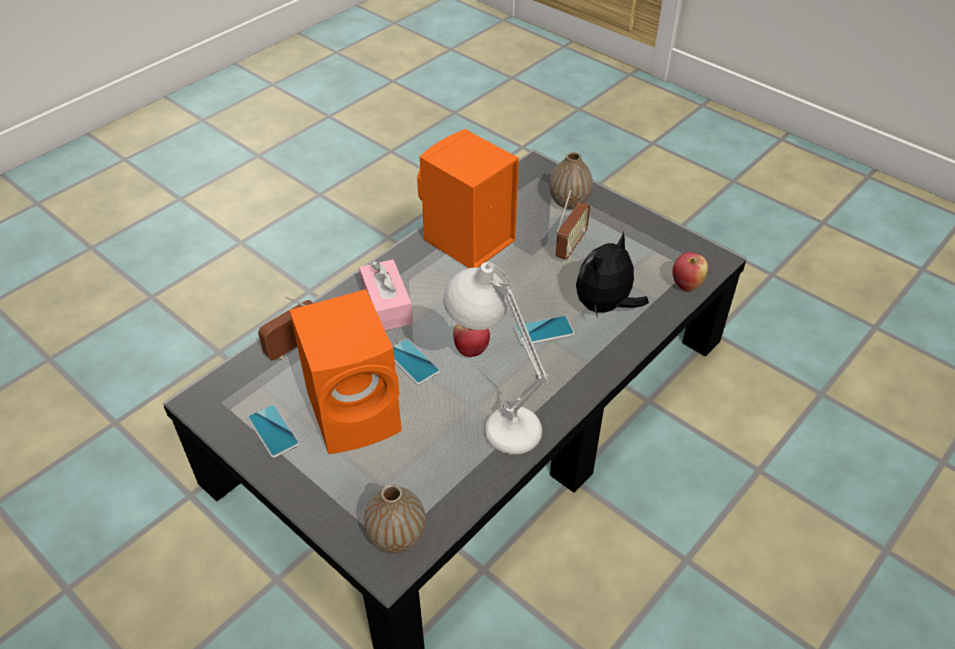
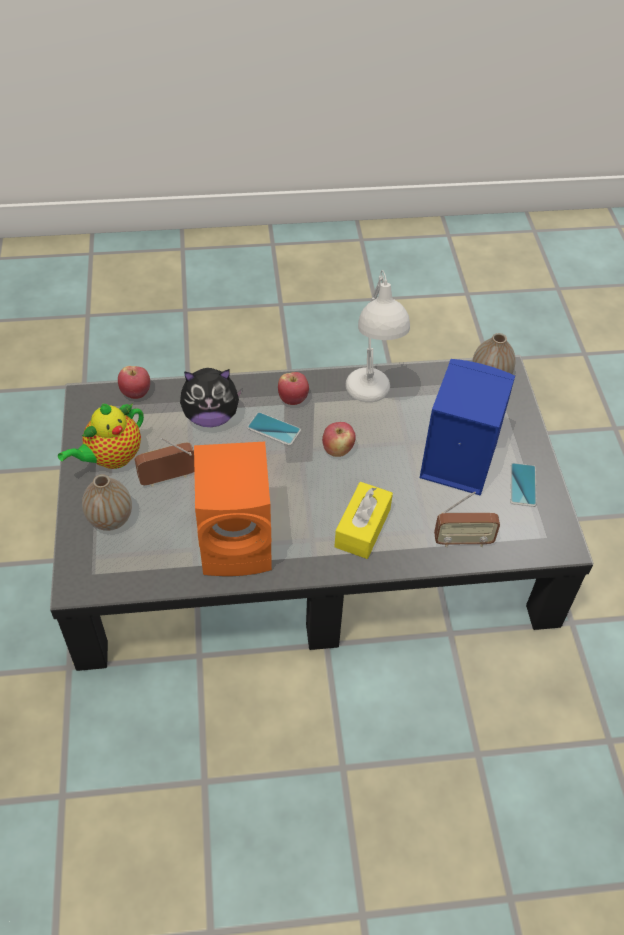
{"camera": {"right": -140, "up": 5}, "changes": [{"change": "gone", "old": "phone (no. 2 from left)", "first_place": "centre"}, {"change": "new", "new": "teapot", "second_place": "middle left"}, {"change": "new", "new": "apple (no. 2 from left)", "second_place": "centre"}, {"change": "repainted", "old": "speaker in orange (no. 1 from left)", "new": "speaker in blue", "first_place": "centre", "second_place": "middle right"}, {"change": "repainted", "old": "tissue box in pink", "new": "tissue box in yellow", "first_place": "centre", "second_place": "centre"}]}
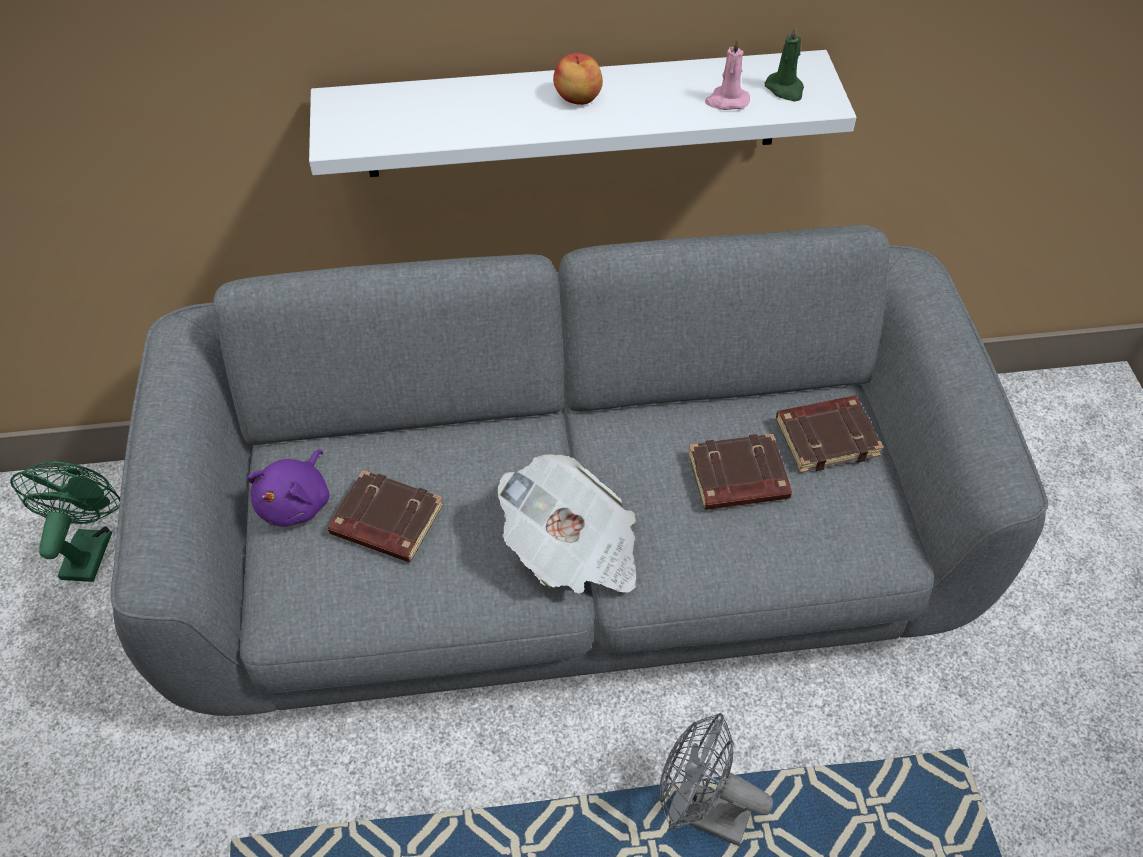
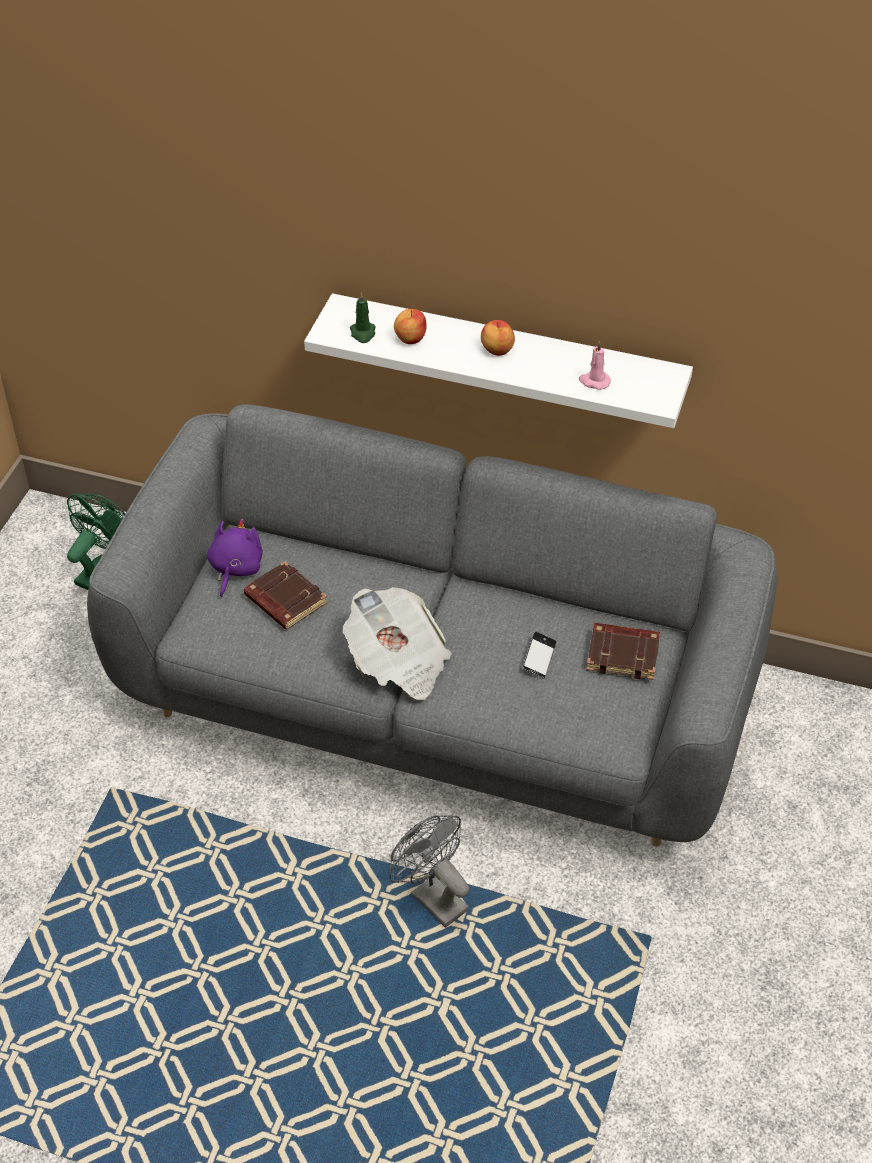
{"camera": {"right": 25, "up": -5}, "changes": [{"change": "new", "new": "apple (no. 1 from left)", "second_place": "top centre"}, {"change": "shifted", "old": "candle in green", "first_place": "top right", "second_place": "top centre"}, {"change": "swapped", "old": "book in brown (no. 2 from left)", "new": "phone", "first_place": "centre", "second_place": "centre"}, {"change": "rotated", "old": "plush toy in purple", "first_place": "middle left", "second_place": "middle left", "degrees": 150}]}
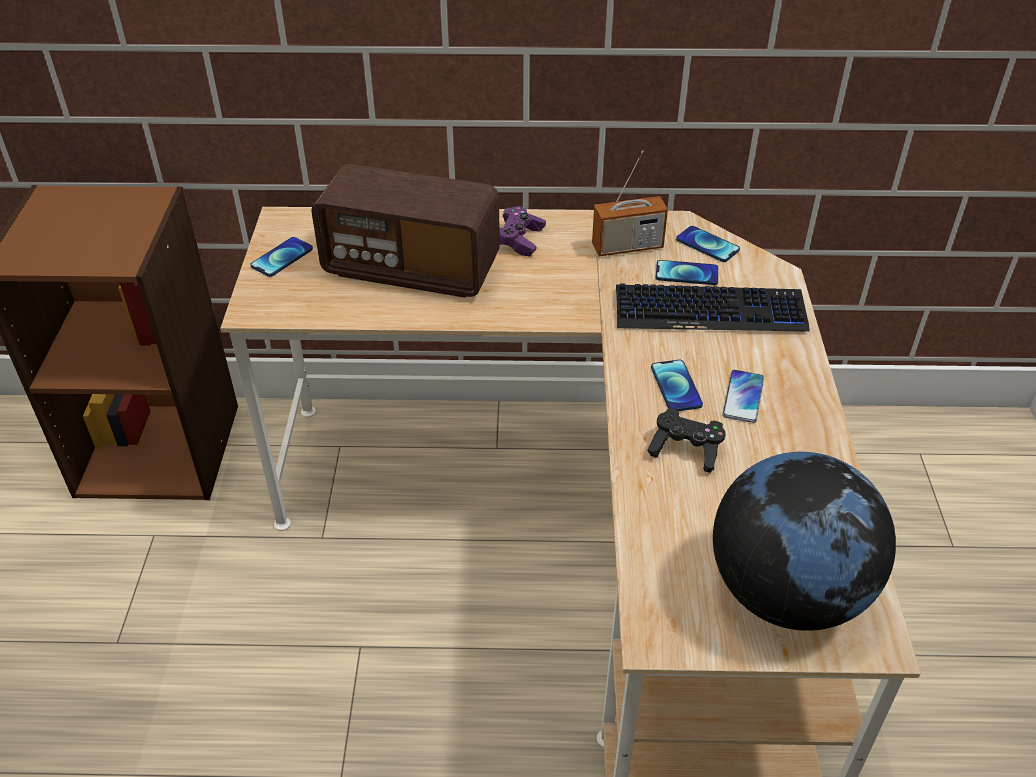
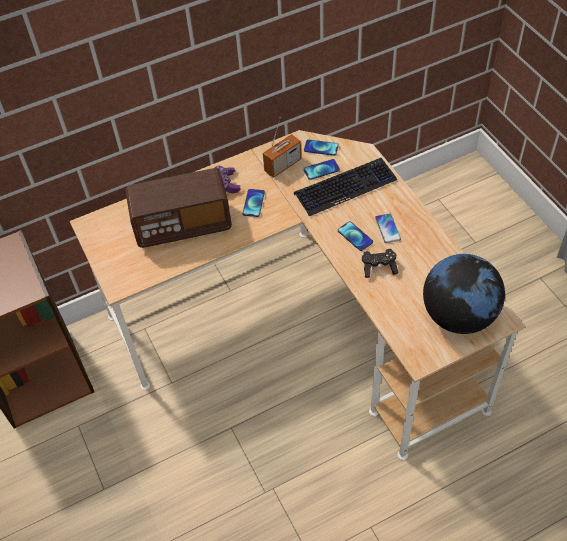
{"camera": {"right": -25, "up": 10}, "changes": [{"change": "shifted", "old": "phone (no. 1 from left)", "first_place": "top left", "second_place": "centre"}]}
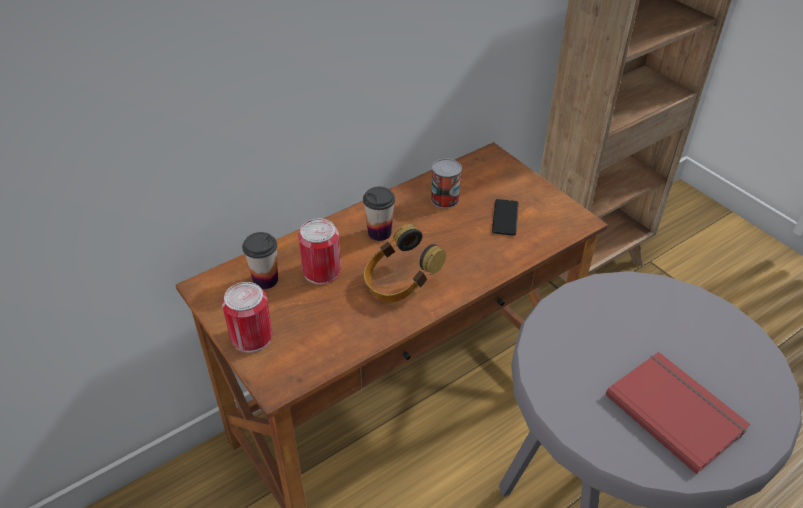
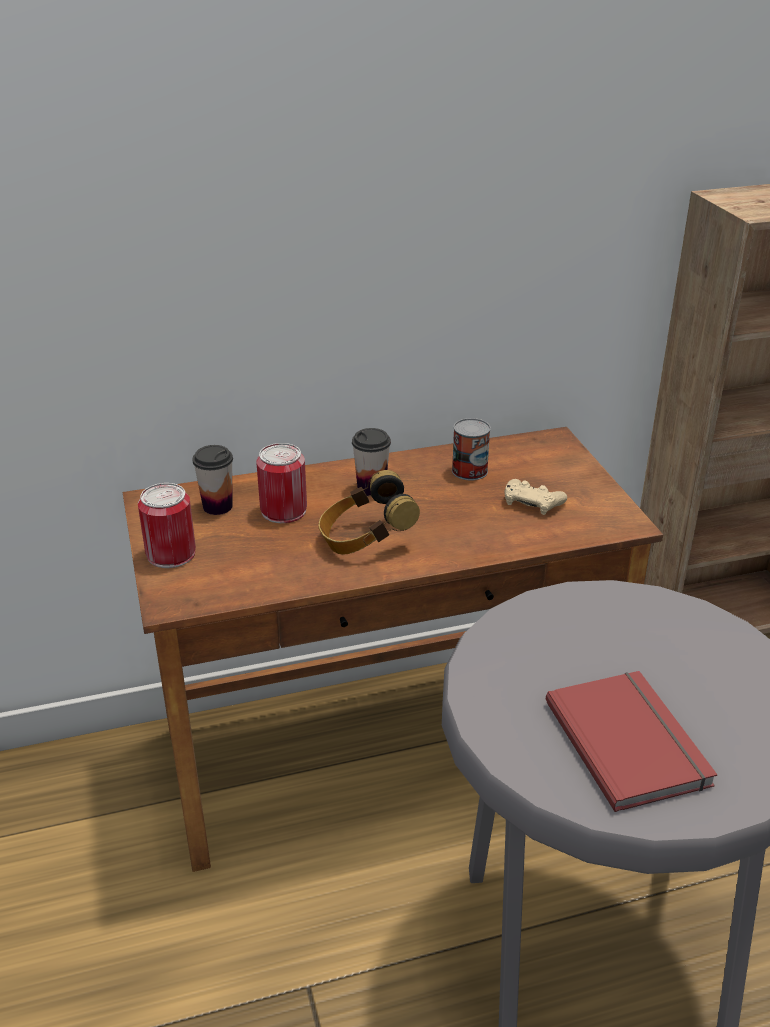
{"camera": {"right": 20, "up": -10}, "changes": [{"change": "swapped", "old": "phone", "new": "game controller in beige", "first_place": "centre", "second_place": "middle right"}]}
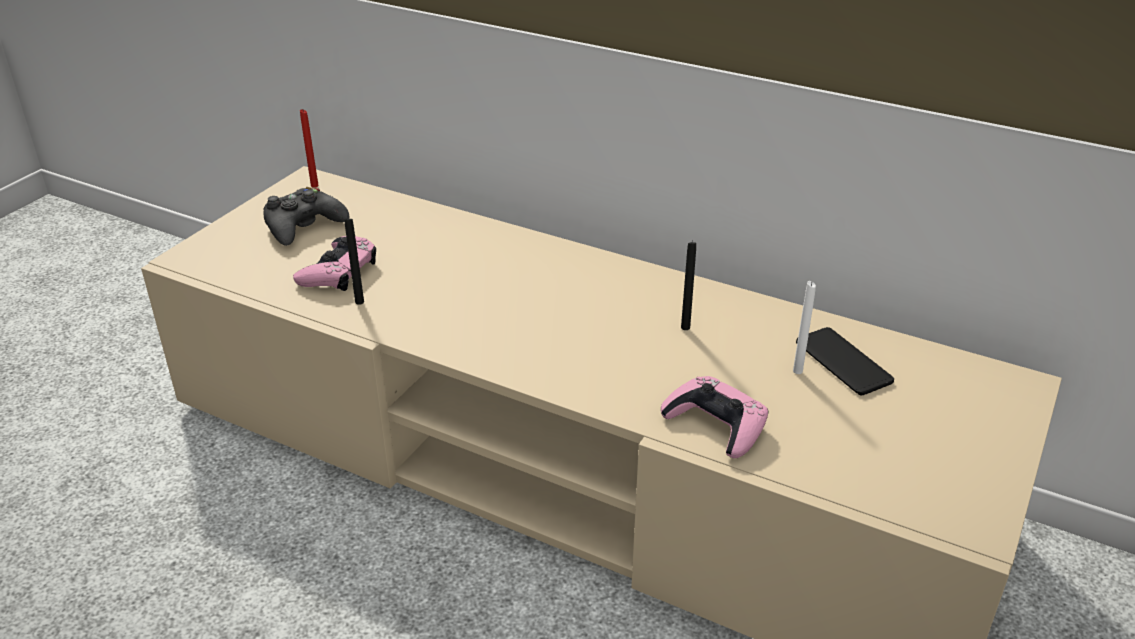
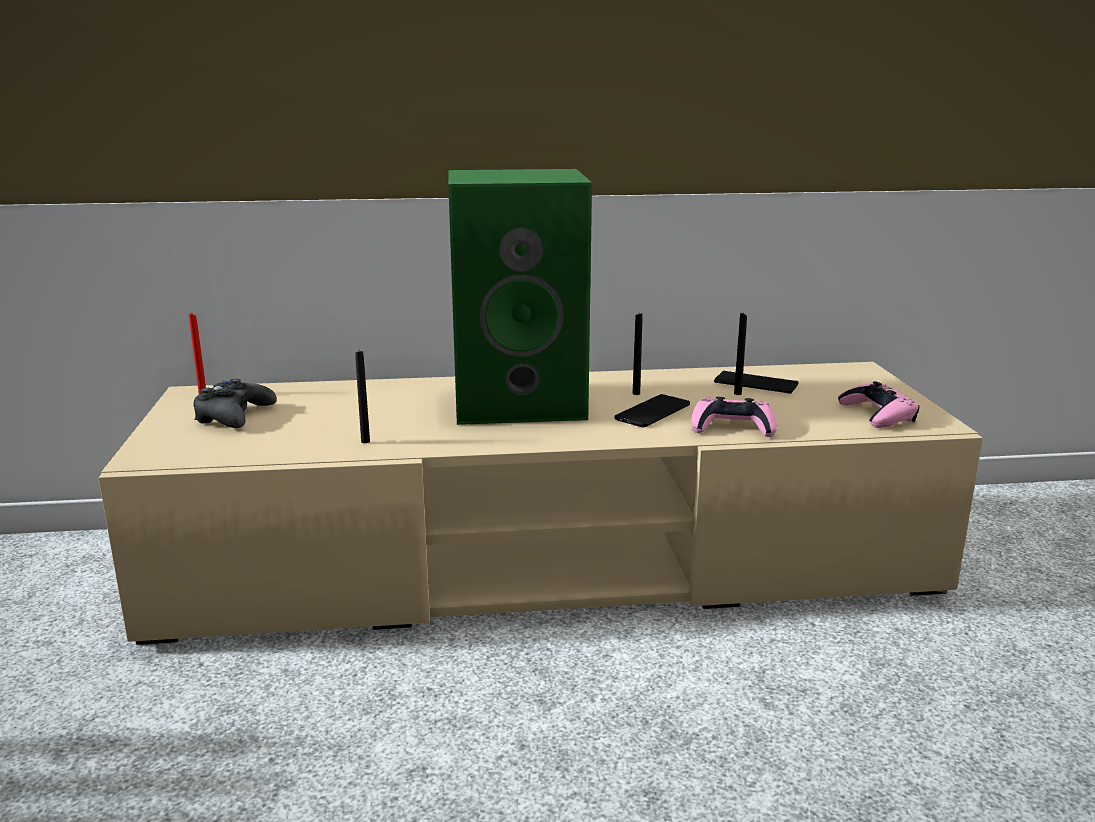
{"camera": {"right": -35, "up": -15}, "changes": [{"change": "new", "new": "speaker in green", "second_place": "centre"}, {"change": "new", "new": "phone (no. 1 from left)", "second_place": "centre"}, {"change": "shifted", "old": "game controller in pink (no. 1 from left in the first image)", "new": "game controller in pink (no. 2 from left)", "first_place": "middle left", "second_place": "middle right"}, {"change": "repainted", "old": "candle in white", "new": "candle in black (no. 3 from left)", "first_place": "middle right", "second_place": "middle right"}]}
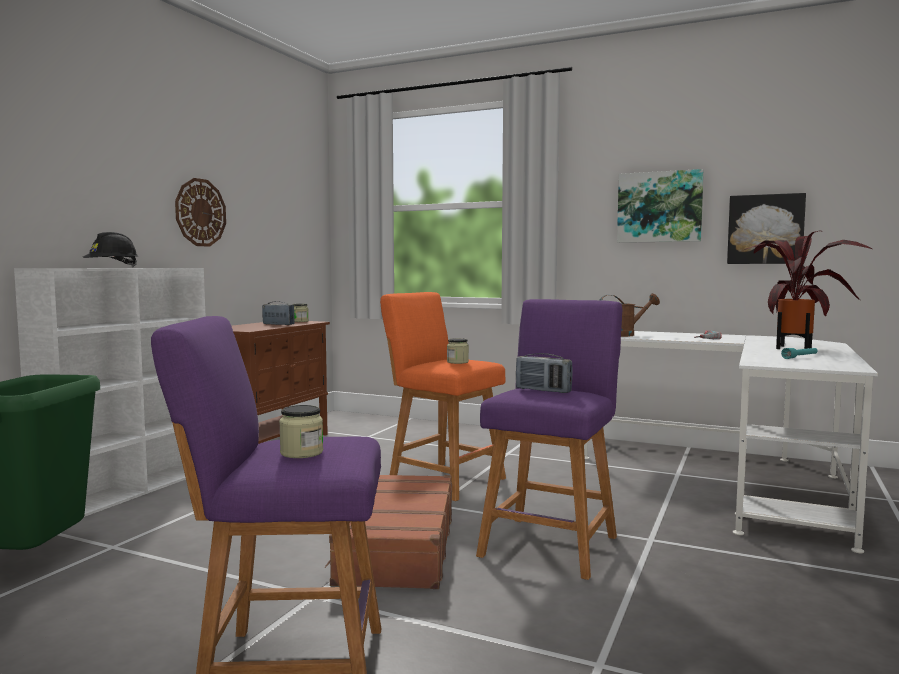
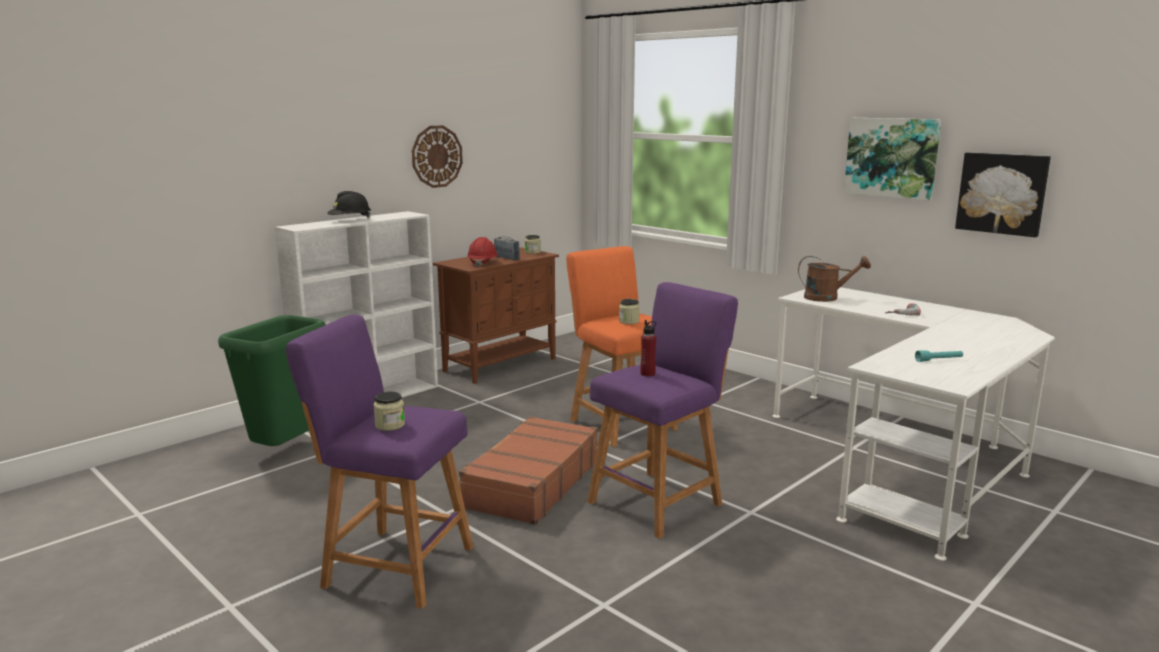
{"camera": {"right": 20, "up": 10}, "changes": [{"change": "gone", "old": "potted plant", "first_place": "middle right"}, {"change": "new", "new": "hard hat in red", "second_place": "centre"}, {"change": "swapped", "old": "radio (no. 2 from left)", "new": "bottle in red", "first_place": "centre", "second_place": "centre"}]}
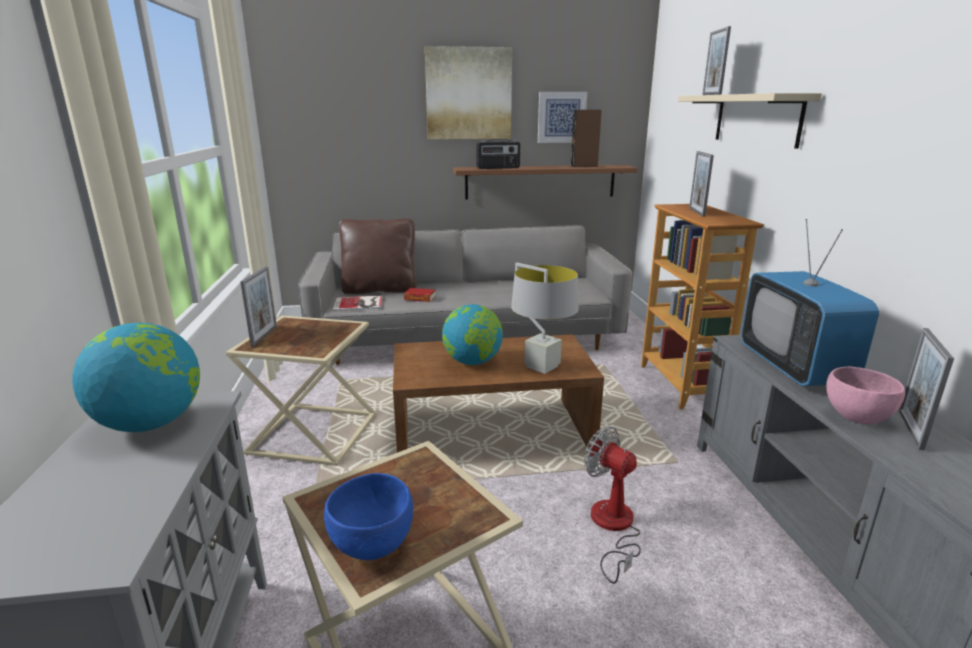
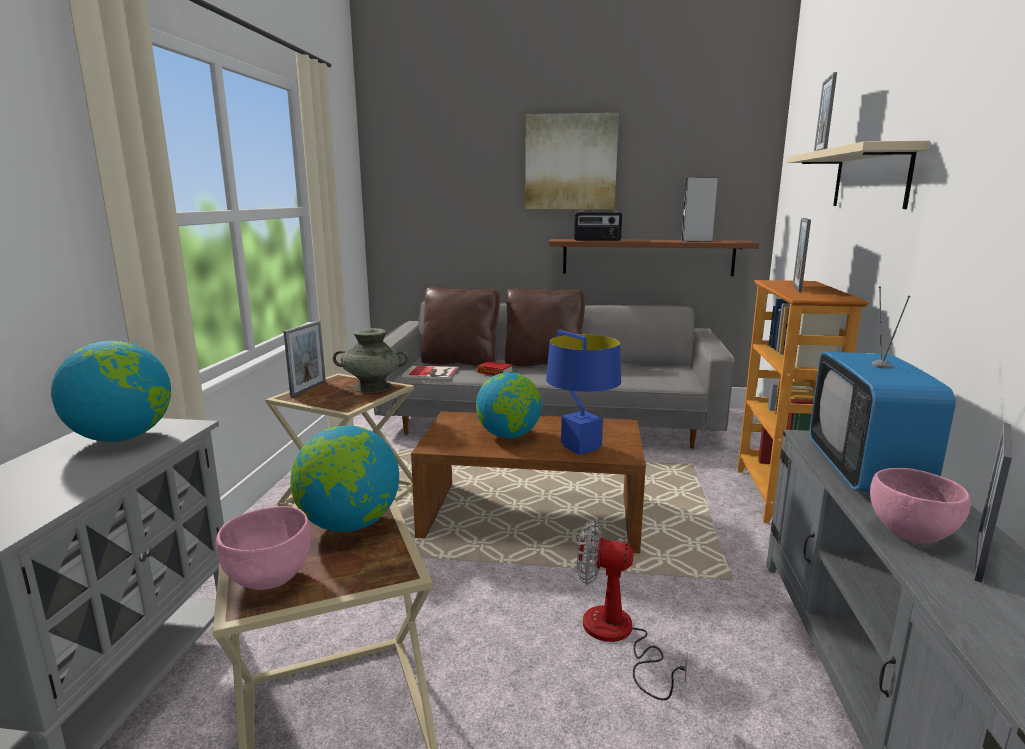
{"camera": {"right": 15, "up": -5}, "changes": [{"change": "gone", "old": "picture (no. 2 from left)", "first_place": "top centre"}, {"change": "new", "new": "globe (no. 2 from left)", "second_place": "centre"}, {"change": "new", "new": "vase in turquoise", "second_place": "centre"}, {"change": "new", "new": "pillow in brown (no. 2 from left)", "second_place": "centre"}, {"change": "repainted", "old": "bowl in blue", "new": "bowl in pink (no. 1 from left)", "first_place": "bottom centre", "second_place": "bottom left"}, {"change": "repainted", "old": "table lamp in grey", "new": "table lamp in blue", "first_place": "centre", "second_place": "centre"}, {"change": "repainted", "old": "speaker in brown", "new": "speaker in grey", "first_place": "top centre", "second_place": "top right"}, {"change": "rotated", "old": "fan", "first_place": "bottom centre", "second_place": "bottom centre", "degrees": -45}]}
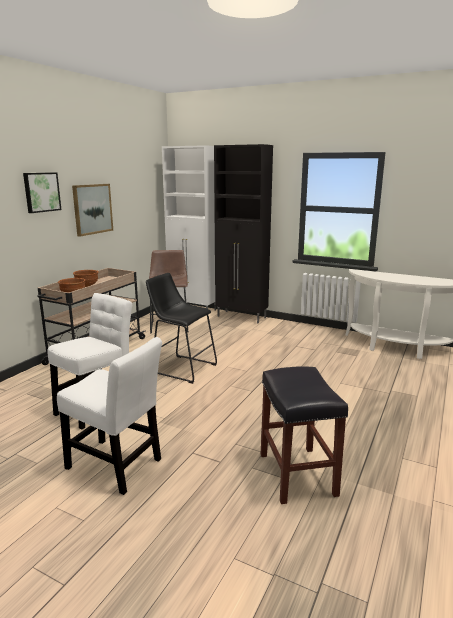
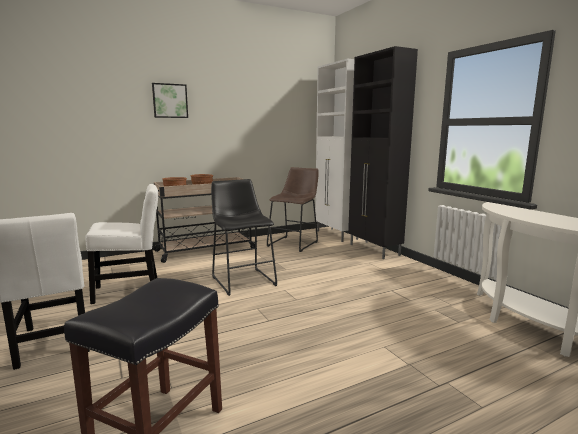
{"camera": {"right": 35, "up": -5}, "changes": [{"change": "gone", "old": "picture (no. 2 from left)", "first_place": "middle left"}]}
